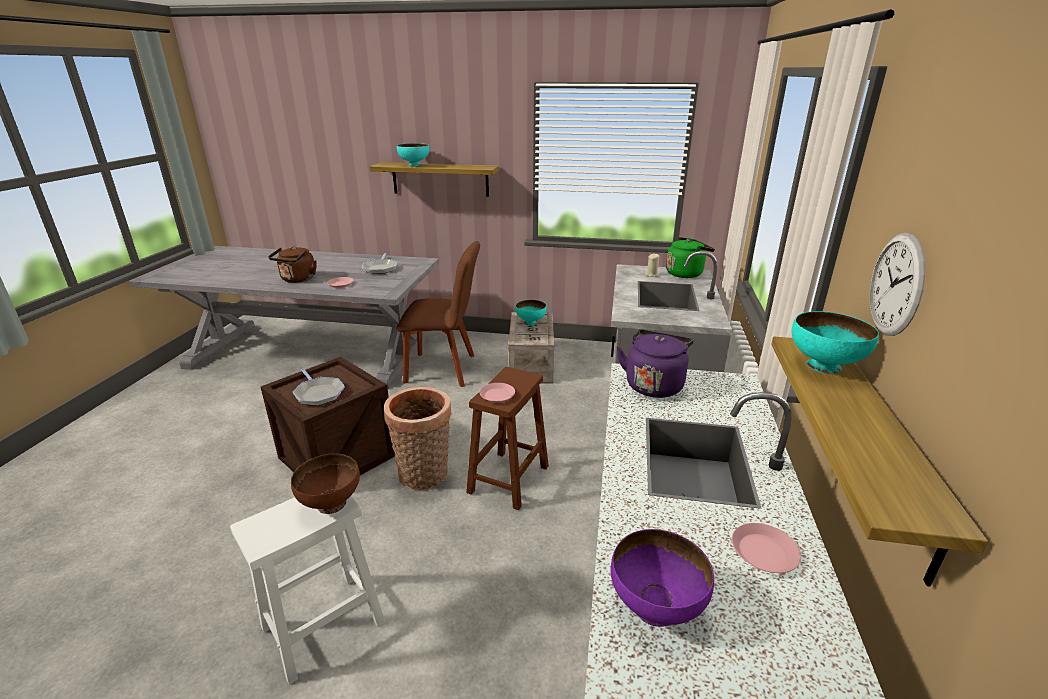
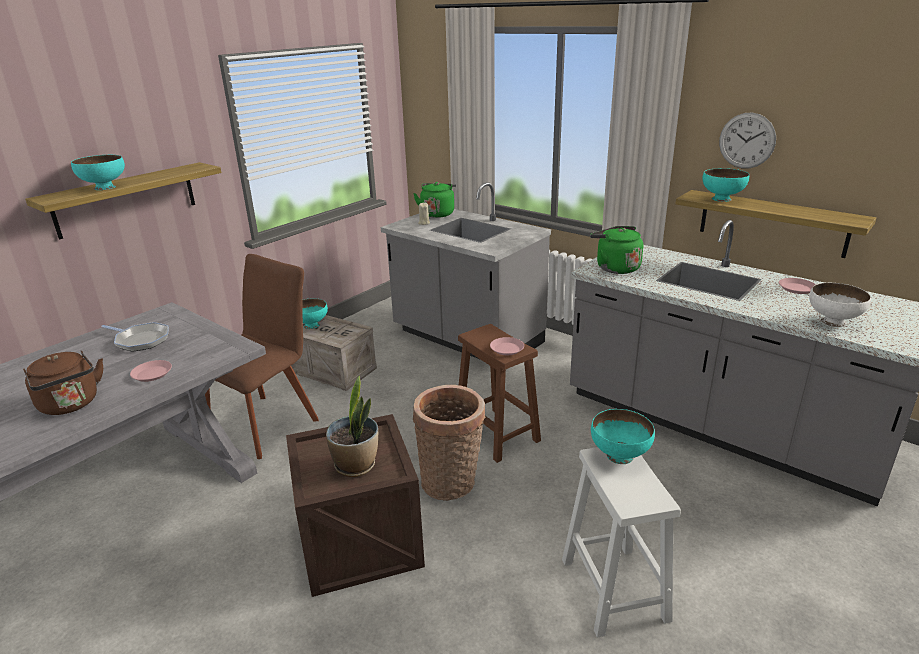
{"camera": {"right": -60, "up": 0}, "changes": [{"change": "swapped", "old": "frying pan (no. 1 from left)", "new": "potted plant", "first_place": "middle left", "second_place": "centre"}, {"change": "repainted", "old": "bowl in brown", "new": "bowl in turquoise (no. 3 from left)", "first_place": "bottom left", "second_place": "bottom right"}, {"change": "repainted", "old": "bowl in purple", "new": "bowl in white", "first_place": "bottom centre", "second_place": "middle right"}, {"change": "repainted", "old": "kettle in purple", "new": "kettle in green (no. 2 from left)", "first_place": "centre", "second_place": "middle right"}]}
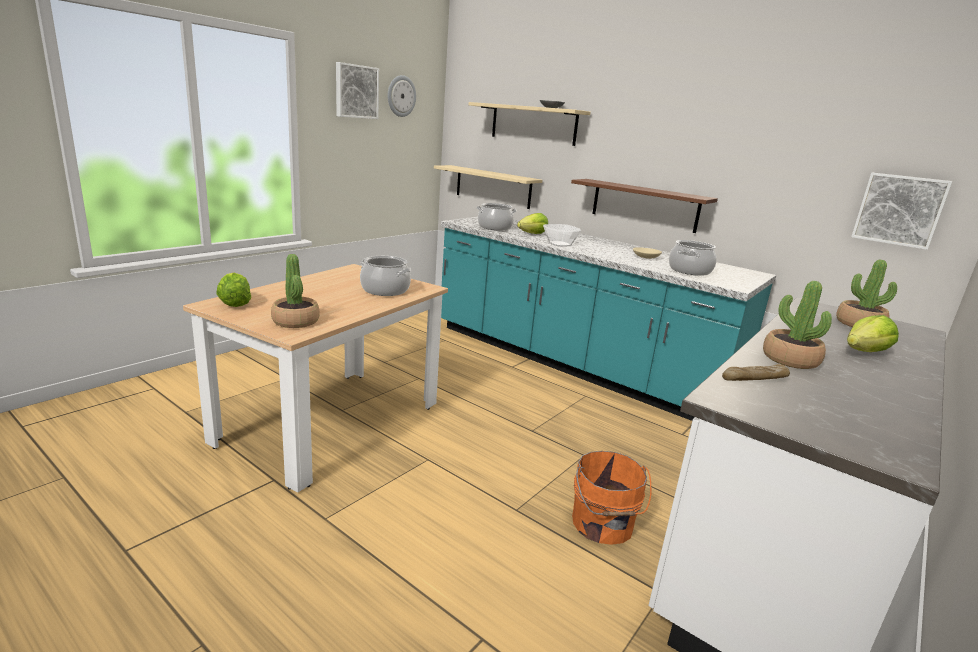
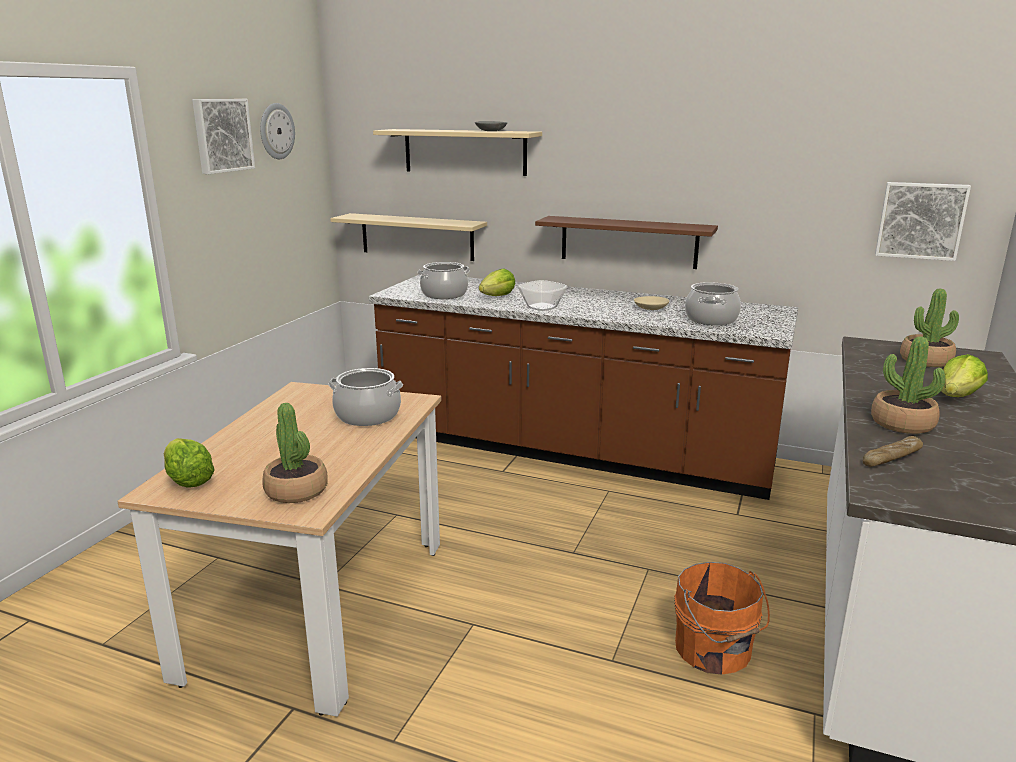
{"camera": {"right": -15, "up": 0}, "changes": [{"change": "repainted", "old": "counter in turquoise", "new": "counter in brown", "first_place": "centre", "second_place": "centre"}]}
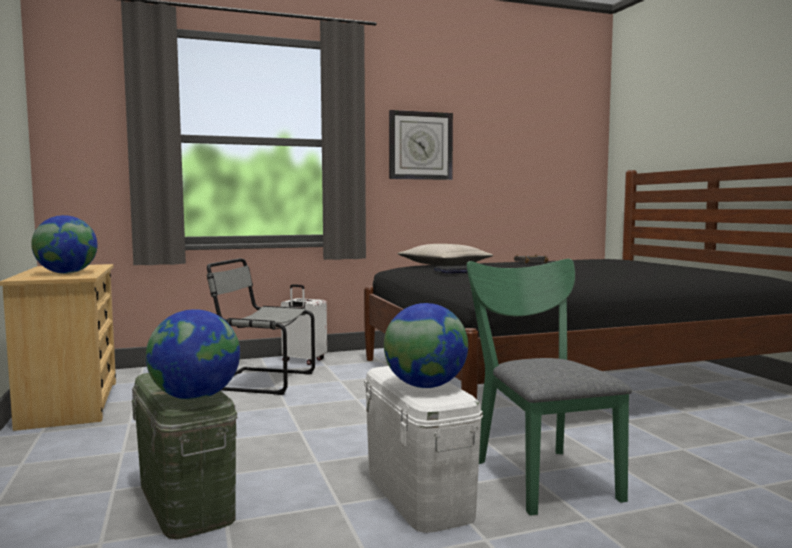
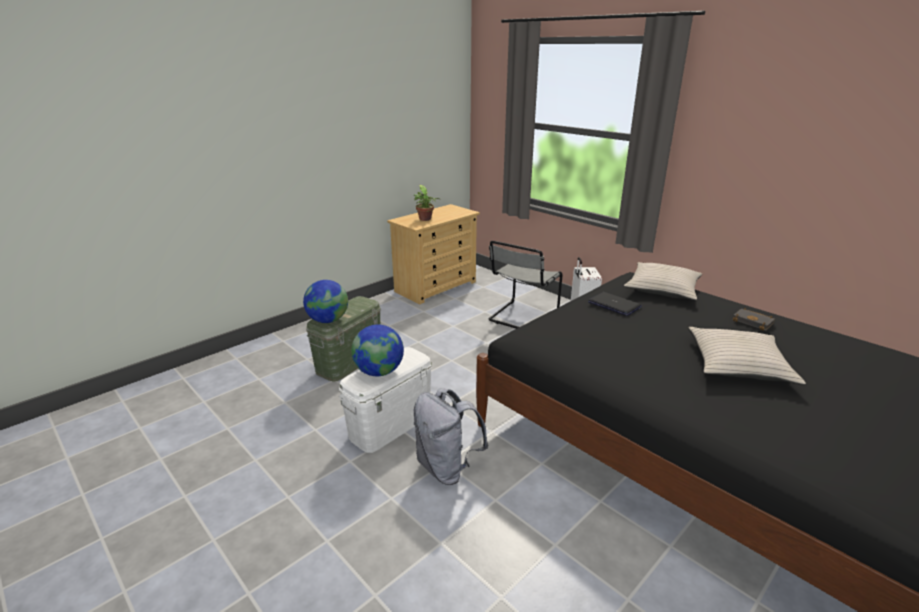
{"camera": {"right": 65, "up": 20}, "changes": [{"change": "gone", "old": "wall clock", "first_place": "top centre"}, {"change": "new", "new": "pillow in beige (no. 2 from left)", "second_place": "middle right"}, {"change": "swapped", "old": "globe (no. 1 from left)", "new": "potted plant", "first_place": "middle left", "second_place": "top centre"}, {"change": "swapped", "old": "chair in green", "new": "backpack in grey", "first_place": "bottom right", "second_place": "bottom centre"}, {"change": "rotated", "old": "chair in grey", "first_place": "middle left", "second_place": "centre", "degrees": -135}]}
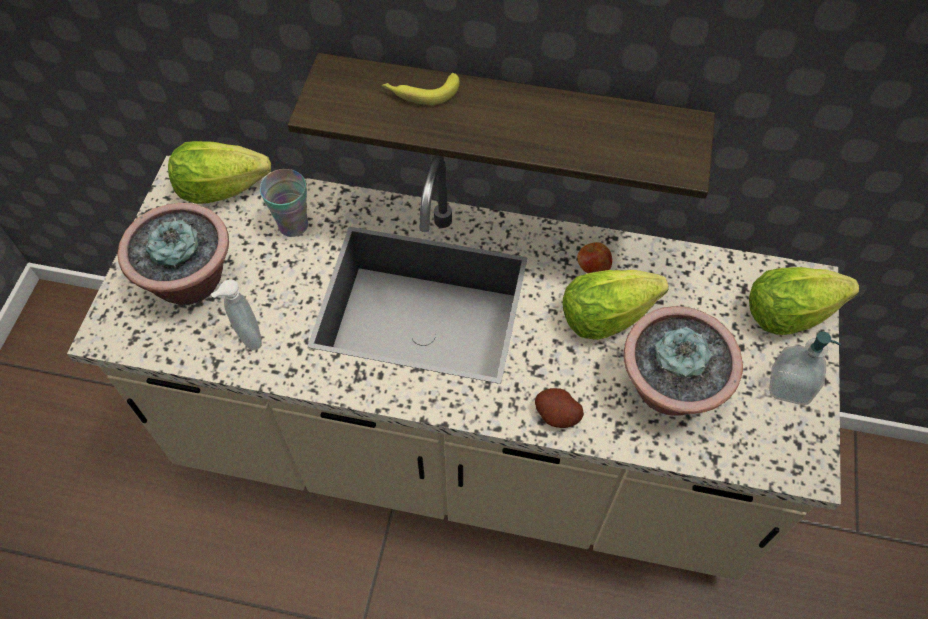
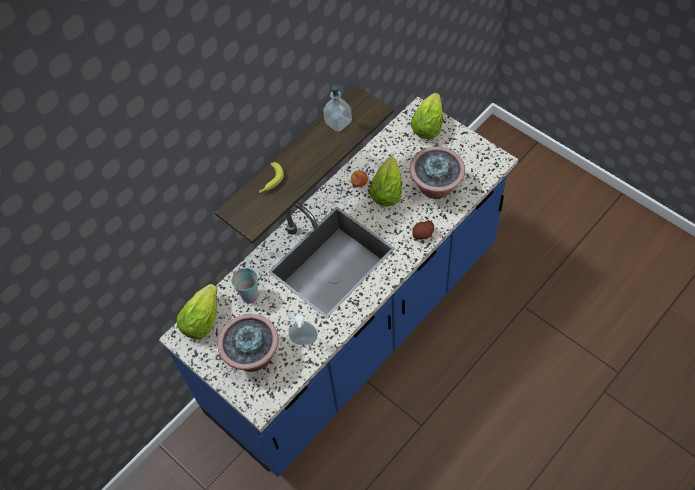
{"camera": {"right": -55, "up": 0}, "changes": [{"change": "shifted", "old": "soap dispenser (no. 2 from left)", "first_place": "middle right", "second_place": "top centre"}, {"change": "repainted", "old": "counter in beige", "new": "counter in blue", "first_place": "centre", "second_place": "centre"}]}
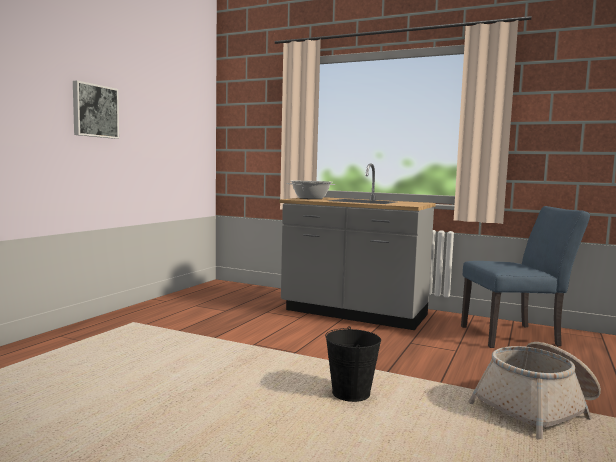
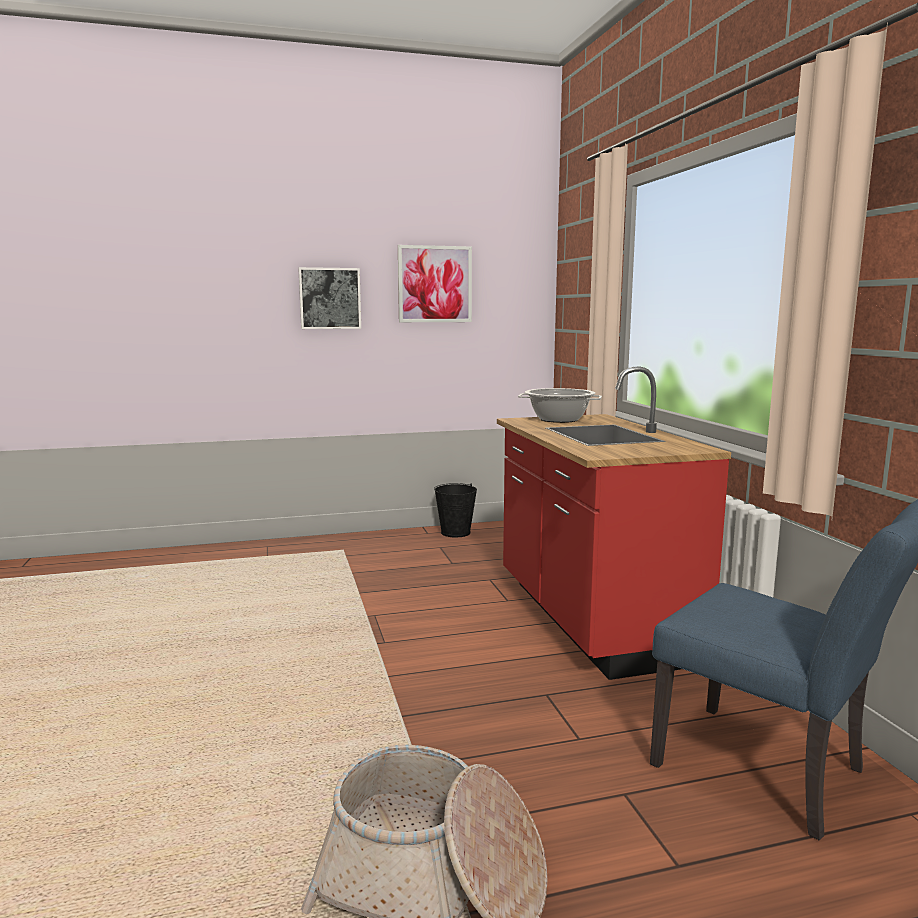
{"camera": {"right": 50, "up": 5}, "changes": [{"change": "new", "new": "picture (no. 2 from left)", "second_place": "top centre"}, {"change": "shifted", "old": "bucket in black", "first_place": "bottom centre", "second_place": "centre"}, {"change": "repainted", "old": "counter in grey", "new": "counter in red", "first_place": "centre", "second_place": "middle right"}]}
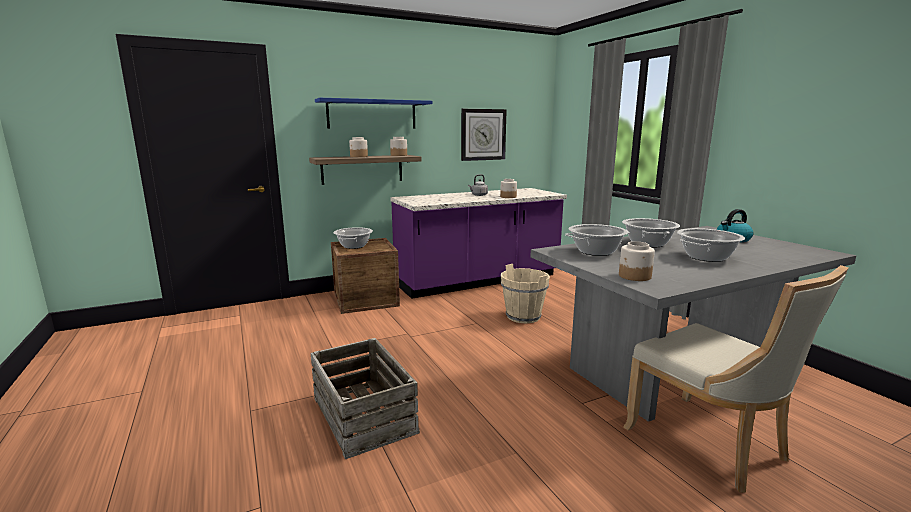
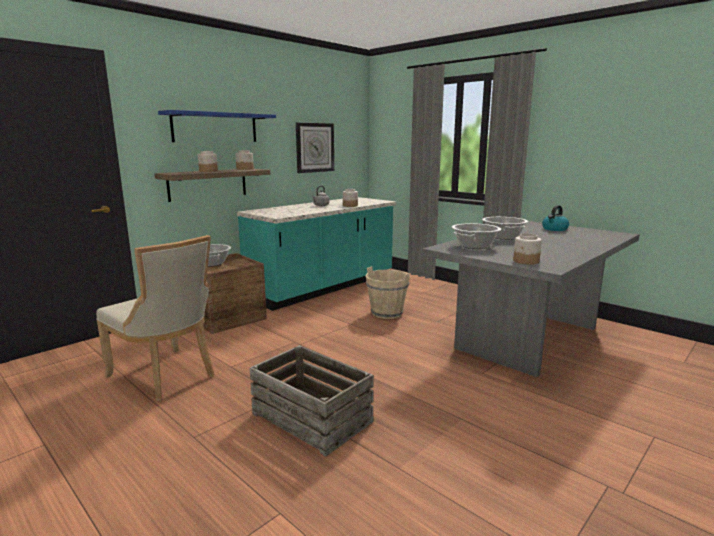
{"camera": {"right": -20, "up": 0}, "changes": [{"change": "gone", "old": "cooking pot (no. 4 from left)", "first_place": "middle right"}, {"change": "shifted", "old": "chair in beige", "first_place": "bottom right", "second_place": "middle left"}, {"change": "repainted", "old": "counter in purple", "new": "counter in turquoise", "first_place": "centre", "second_place": "centre"}]}
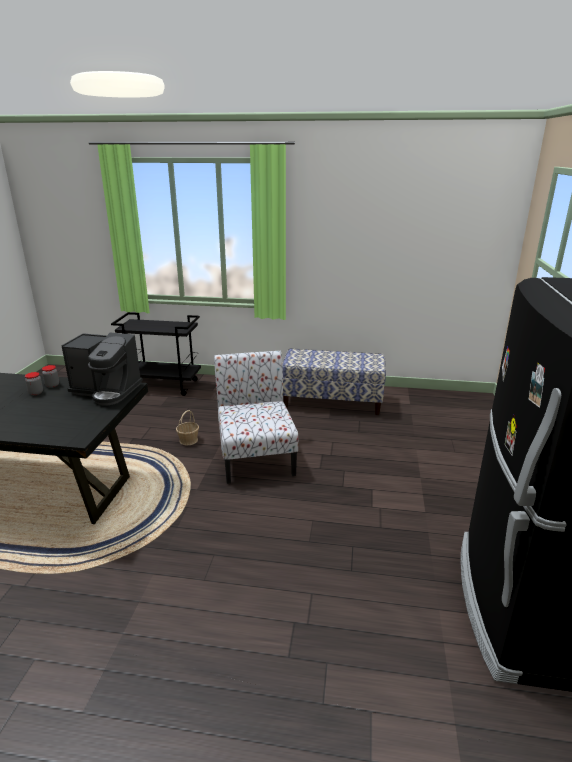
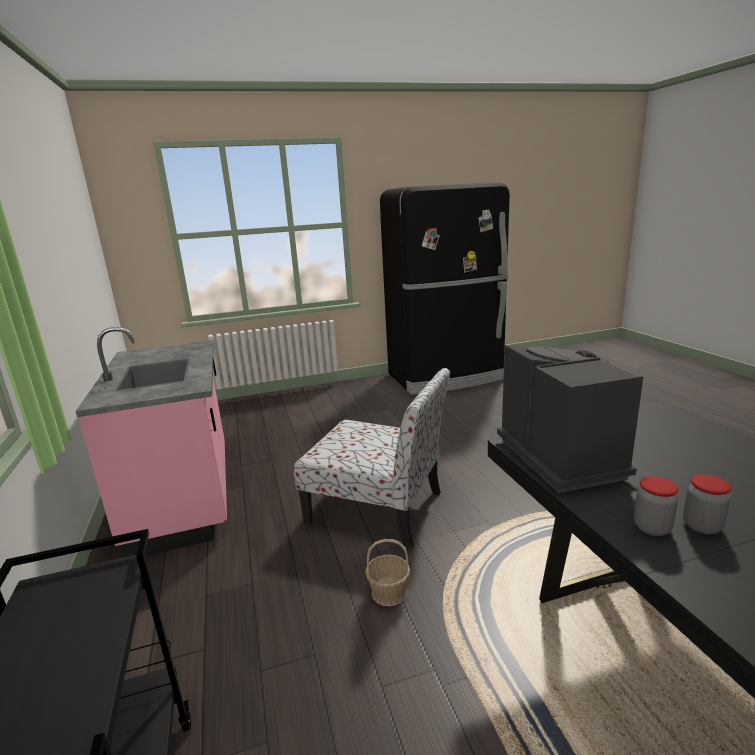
{"camera": {"right": -115, "up": -5}, "changes": [{"change": "swapped", "old": "bench", "new": "counter in pink", "first_place": "centre", "second_place": "middle left"}, {"change": "rotated", "old": "chair", "first_place": "centre", "second_place": "centre", "degrees": -120}]}
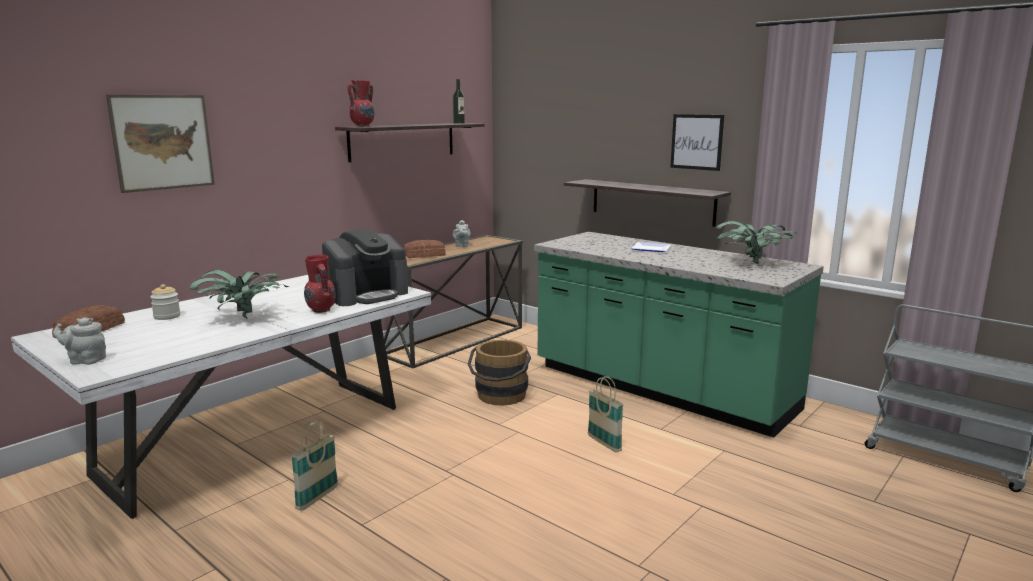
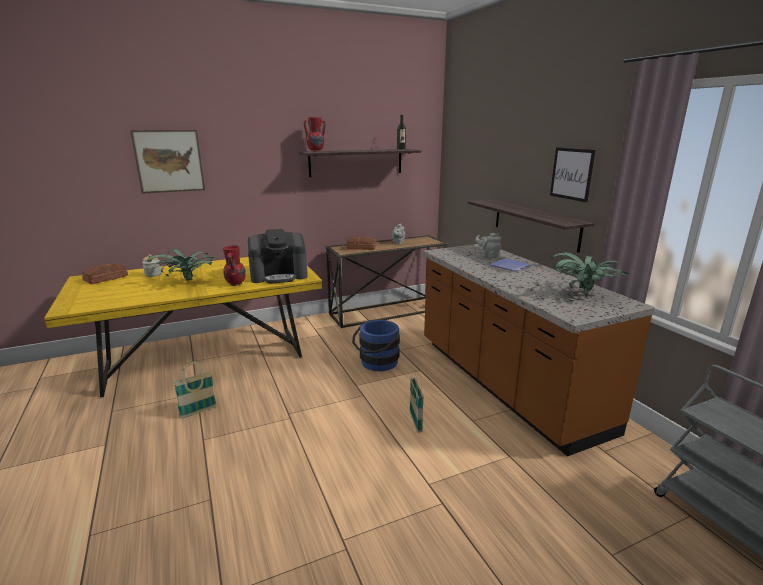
{"camera": {"right": 25, "up": 5}, "changes": [{"change": "shifted", "old": "teapot in grey (no. 1 from left in the first image)", "new": "teapot in grey (no. 2 from left)", "first_place": "middle left", "second_place": "centre"}, {"change": "repainted", "old": "dining table in white", "new": "dining table in yellow", "first_place": "bottom left", "second_place": "middle left"}, {"change": "repainted", "old": "bucket in brown", "new": "bucket in blue", "first_place": "centre", "second_place": "centre"}, {"change": "repainted", "old": "counter in green", "new": "counter in brown", "first_place": "centre", "second_place": "middle right"}]}
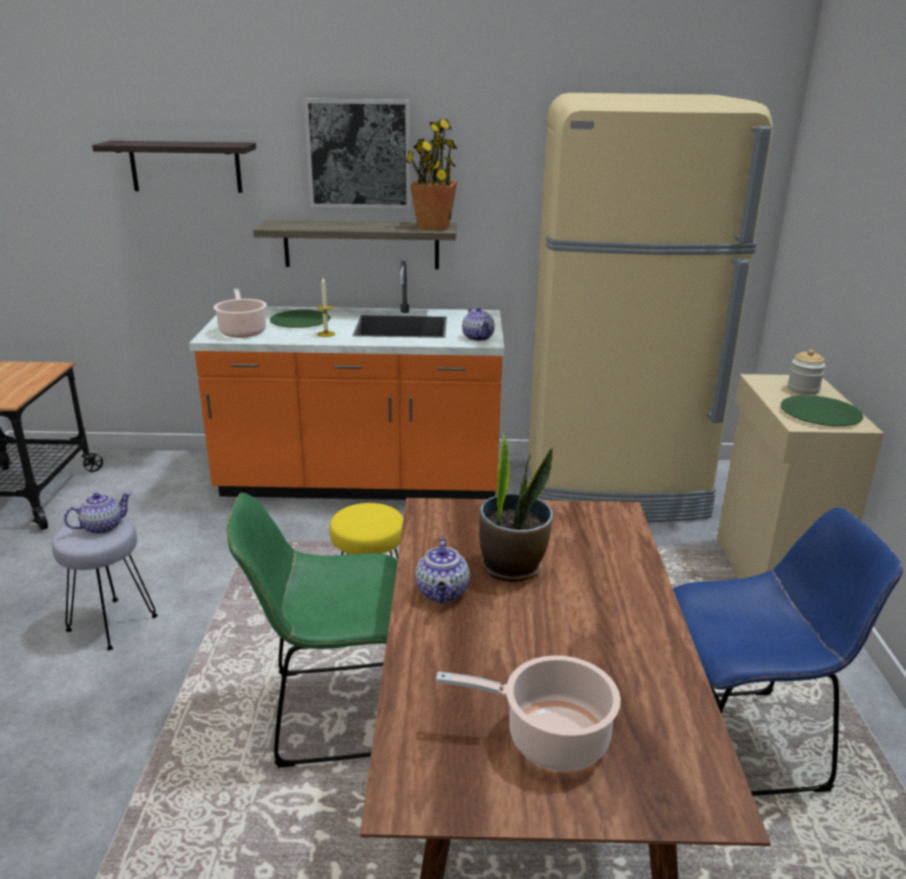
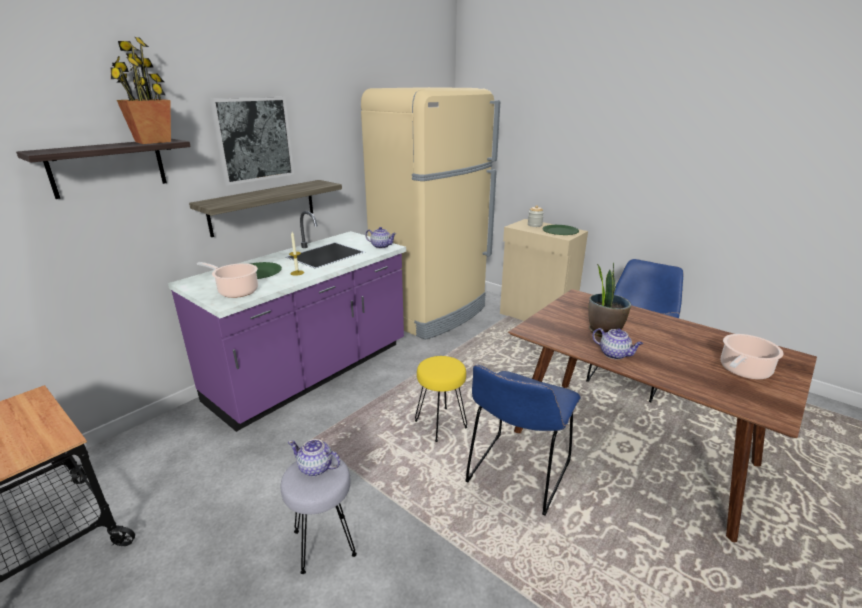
{"camera": {"right": -50, "up": 0}, "changes": [{"change": "shifted", "old": "potted plant (no. 1 from left)", "first_place": "top centre", "second_place": "top left"}, {"change": "repainted", "old": "counter in orange", "new": "counter in purple", "first_place": "centre", "second_place": "middle left"}, {"change": "repainted", "old": "chair in green", "new": "chair in blue (no. 1 from left)", "first_place": "bottom centre", "second_place": "bottom centre"}, {"change": "rotated", "old": "teapot (no. 1 from left)", "first_place": "middle left", "second_place": "bottom centre", "degrees": -75}]}
